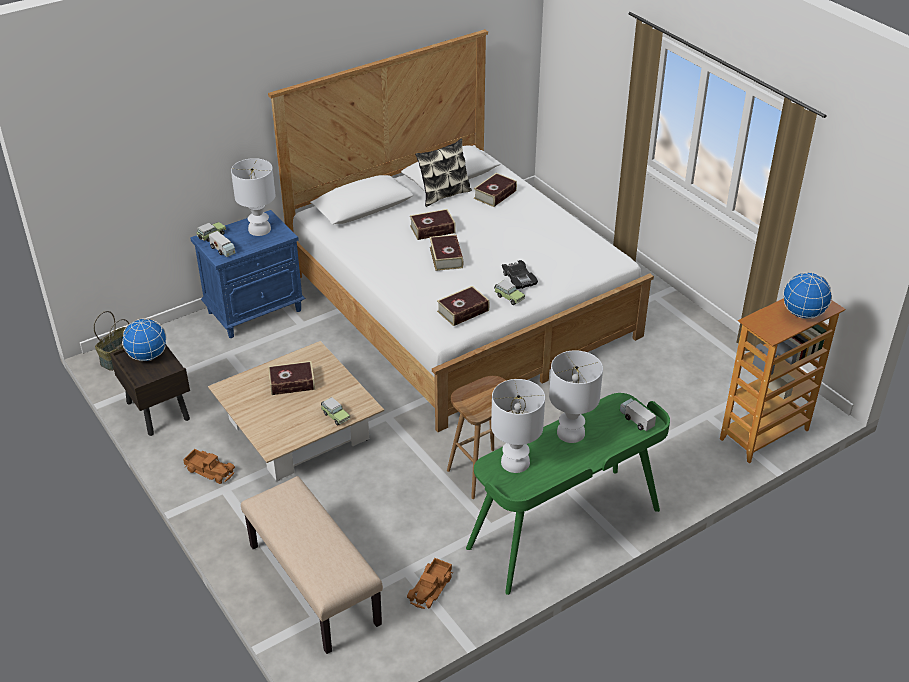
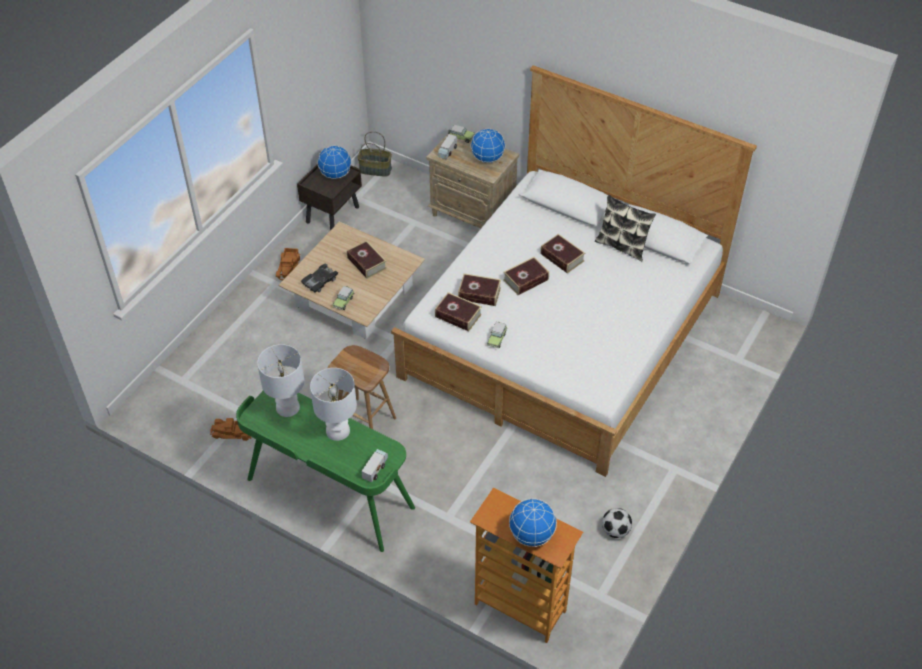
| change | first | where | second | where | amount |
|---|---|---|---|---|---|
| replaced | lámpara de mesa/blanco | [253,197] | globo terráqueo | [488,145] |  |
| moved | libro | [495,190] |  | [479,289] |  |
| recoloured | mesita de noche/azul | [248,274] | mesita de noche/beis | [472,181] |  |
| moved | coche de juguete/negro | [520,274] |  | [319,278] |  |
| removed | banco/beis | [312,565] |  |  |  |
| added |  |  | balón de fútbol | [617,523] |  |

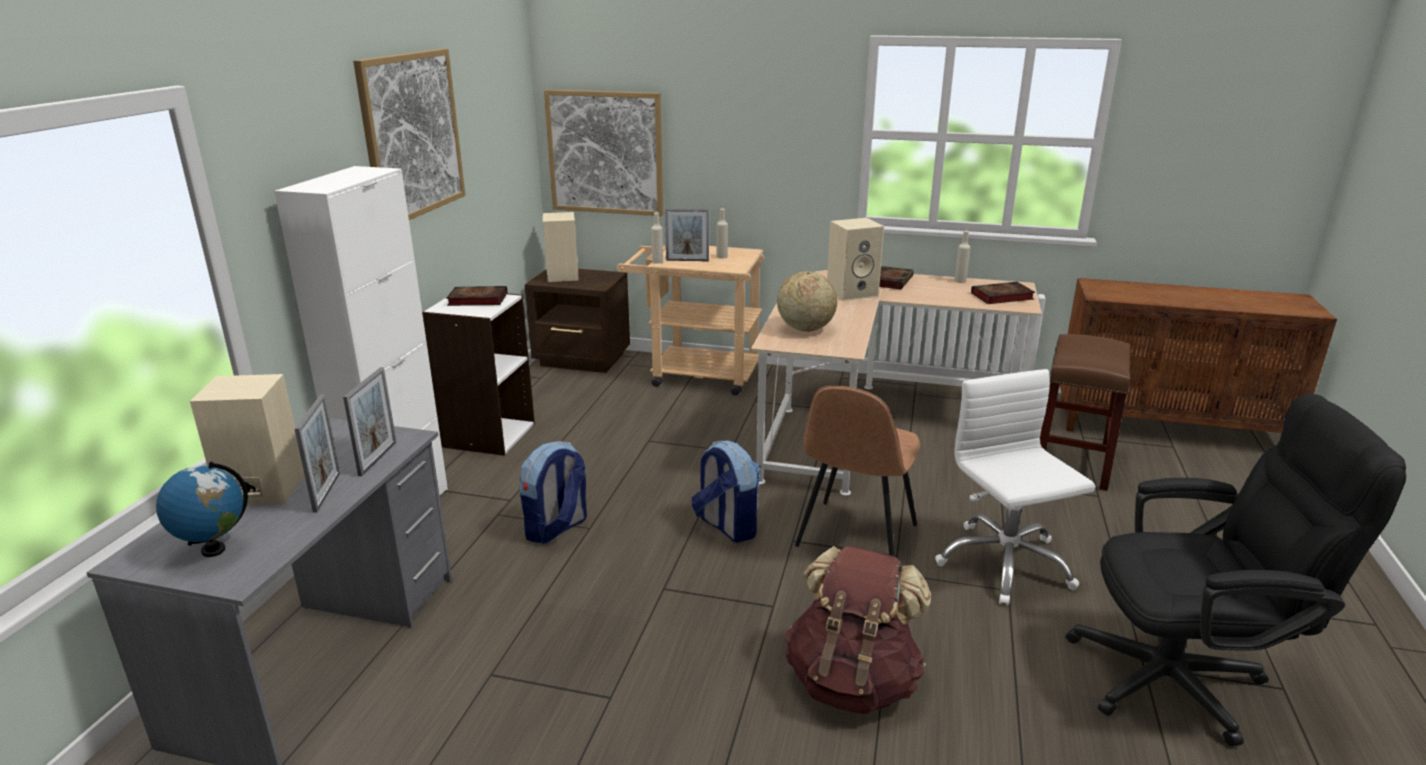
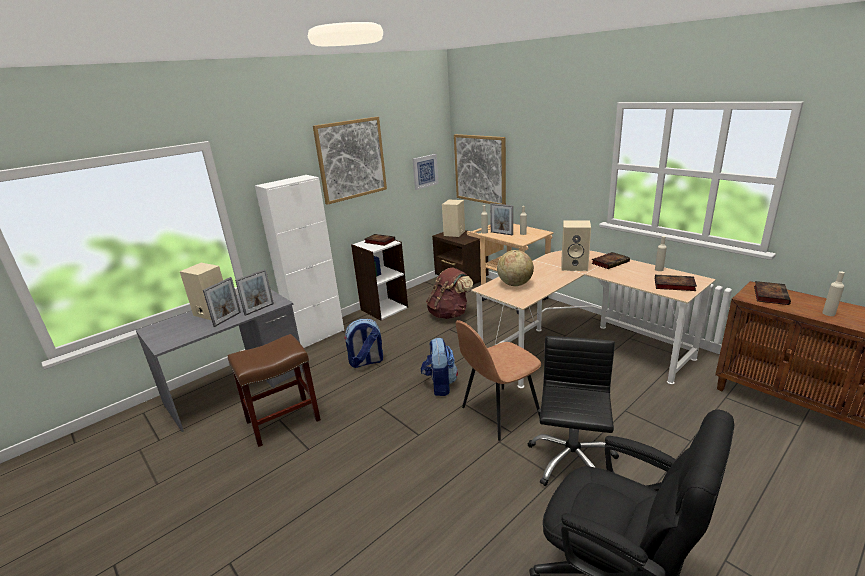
| change | first | where | second | where | amount |
|---|---|---|---|---|---|
| moved | taburete/marrón | [1085,412] |  | [274,390] |  |
| recoloured | silla de oficina/blanco | [1015,487] | silla de oficina/negro | [573,411] |  |
| removed | globo terráqueo | [202,509] |  |  |  |
| moved | mochila/marrón | [858,630] |  | [449,293] |  |
| added |  |  | cuadro | [425,172] |  |
| added |  |  | botella/beis | [833,293] |  |
| added |  |  | libro | [772,293] |  |

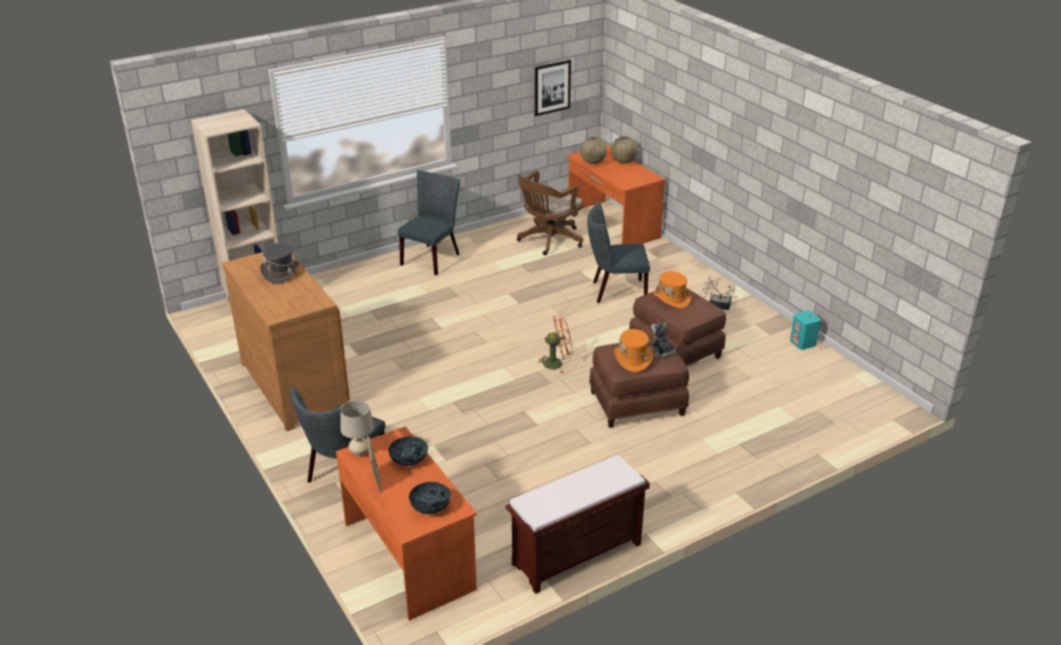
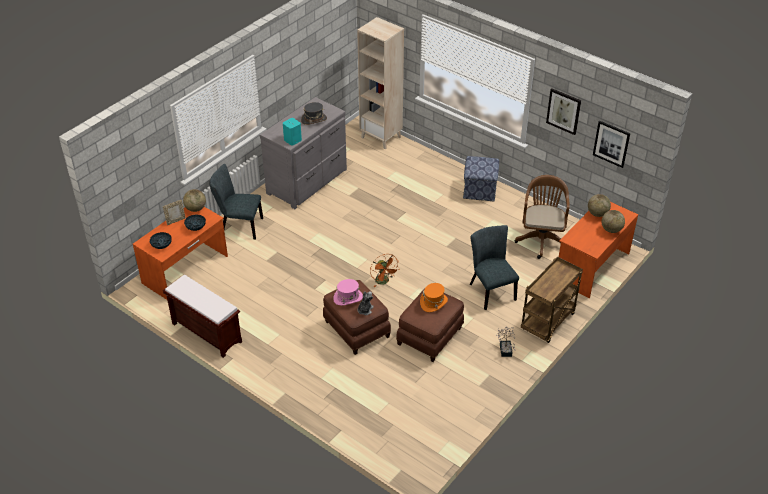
| change | first | where | second | where | amount |
|---|---|---|---|---|---|
| replaced | silla/gris | [429,223] | puf | [481,178] |  |
| turned | silla de oficina/marrón | [550,213] |  | [542,217] | 75 degrees clockwise |
| recoloured | cómoda/marrón | [286,341] | cómoda/gris | [303,153] |  |
| moved | altavoz/turquesa | [805,330] |  | [292,131] |  |
| recoloured | sombrero/naranja | [633,350] | sombrero/rosa | [348,292] |  |
| replaced | lámpara de mesa/beis | [357,428] | globo terráqueo | [194,200] |  |
| added |  |  | cuadro | [563,111] |  |
| added |  |  | carrito/marrón | [552,300] |  |

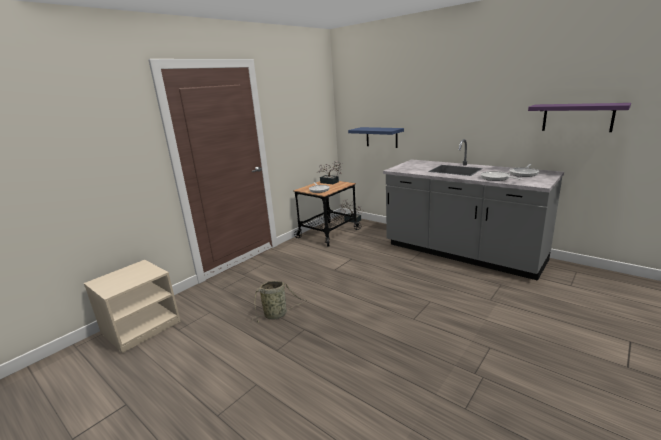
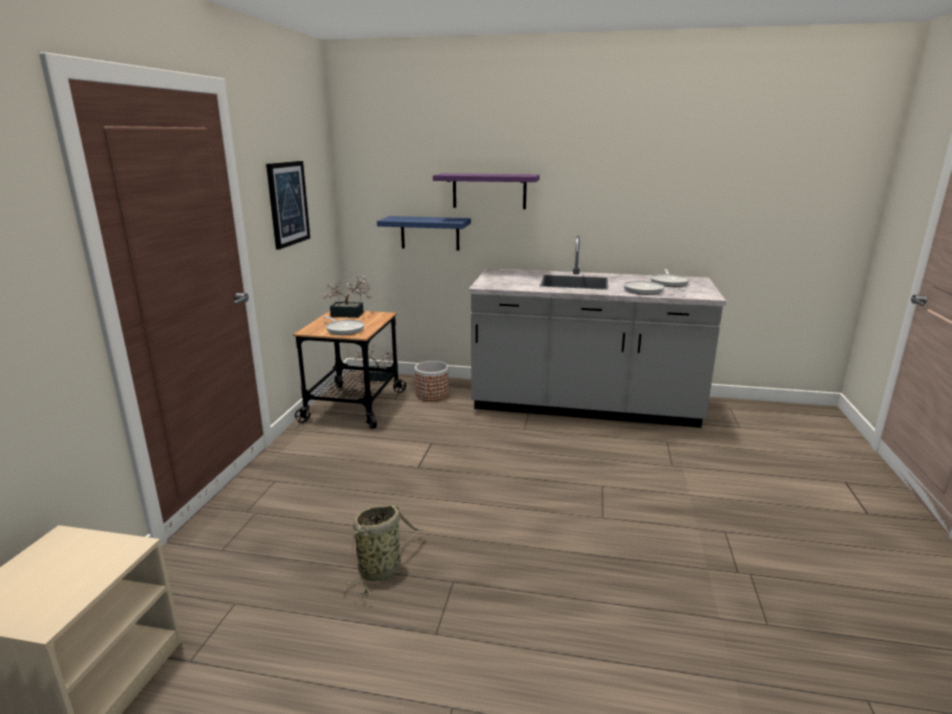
| change | first | where | second | where | amount |
|---|---|---|---|---|---|
| moved | estante/morado | [579,117] |  | [486,191] |  |
| added |  |  | cuadro | [288,205] |  |
| added |  |  | maceta | [432,381] |  |

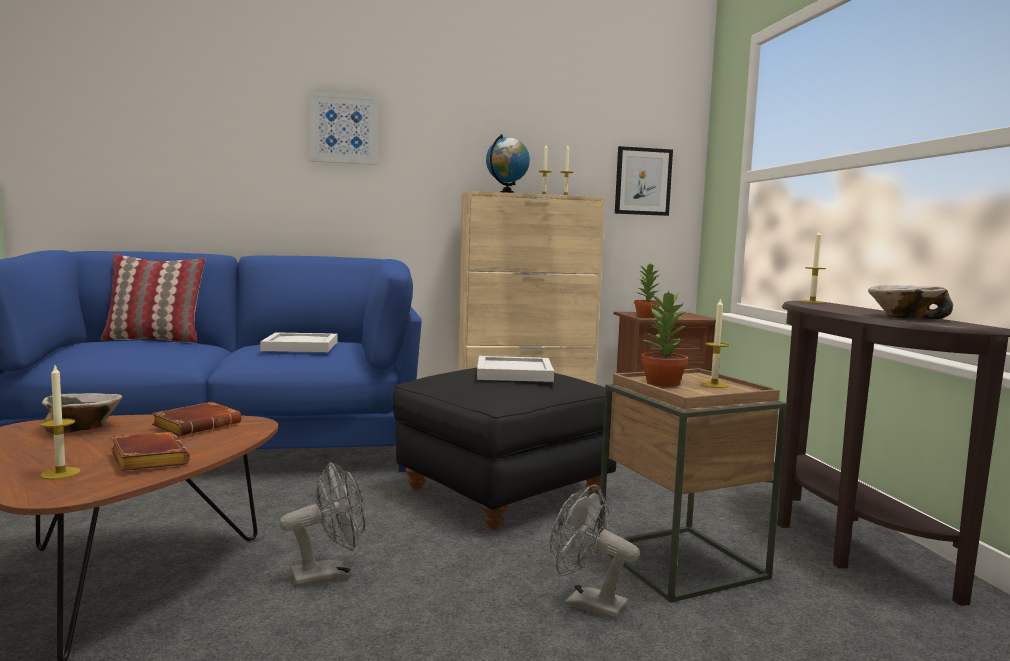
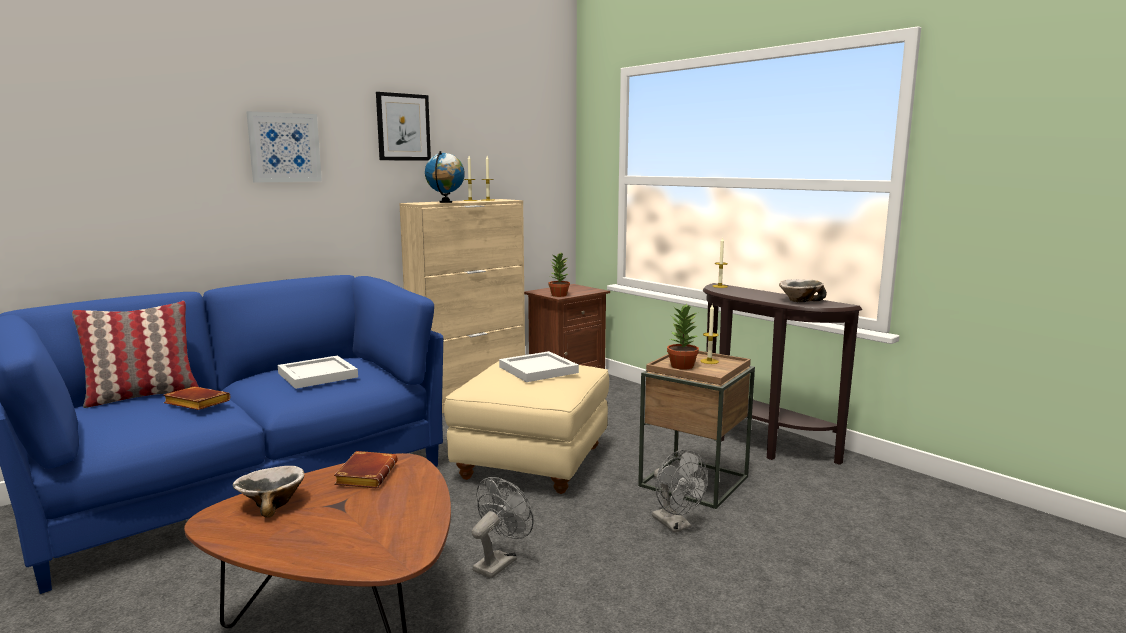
| change | first | where | second | where | amount |
|---|---|---|---|---|---|
| moved | cuadro | [644,181] |  | [403,126] |  |
| removed | vela | [60,423] |  |  |  |
| recoloured | puf/negro | [504,448] | puf/beis | [526,427] |  |
| moved | libro/marrón | [150,451] |  | [196,398] |  |
| turned | ventilador/gris | [594,552] |  | [680,491] | 120 degrees counterclockwise |

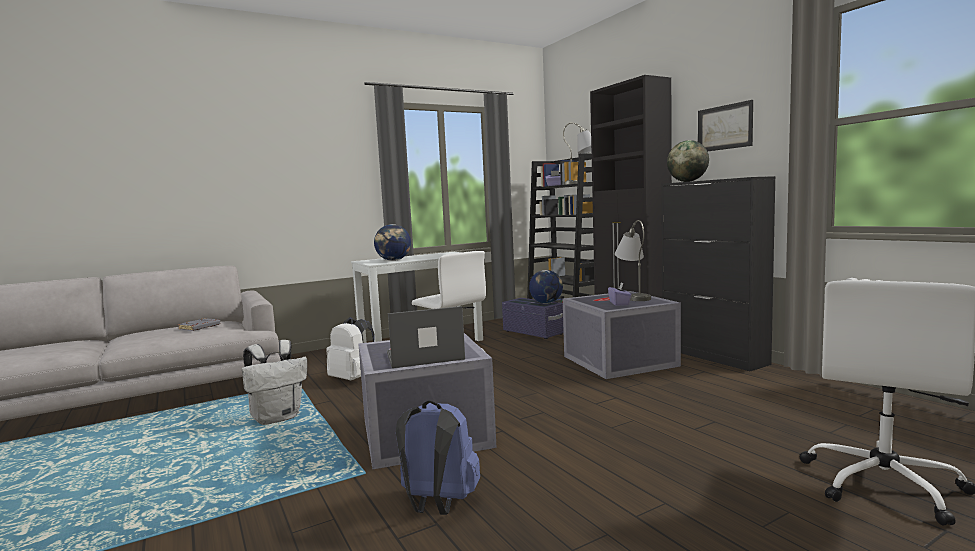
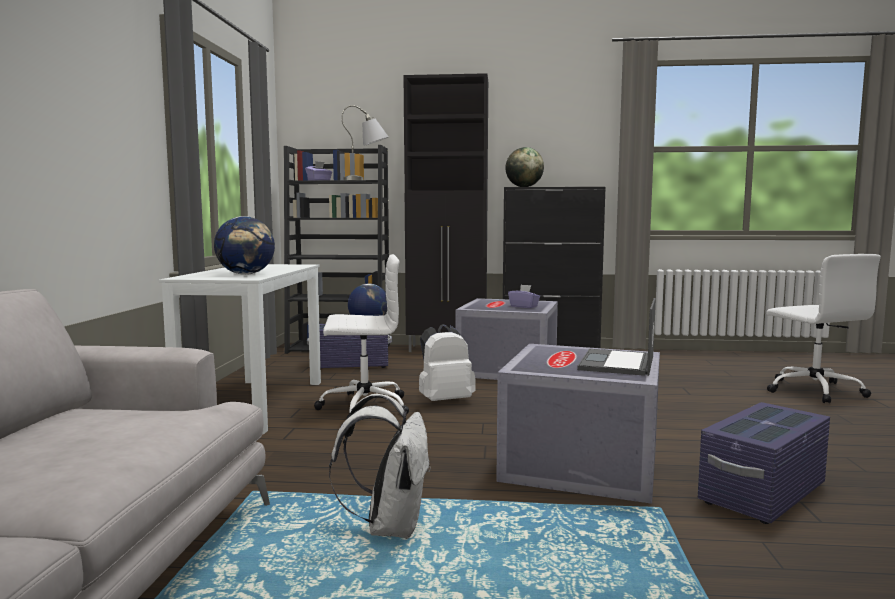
| change | first | where | second | where | amount |
|---|---|---|---|---|---|
| removed | cuadro | [725,126] |  |  |  |
| removed | lámpara de mesa/gris | [633,260] |  |  |  |
| moved | mochila/blanco | [350,348] |  | [447,362] |  |
| removed | libro/gris | [199,324] |  |  |  |
| replaced | mochila/azul | [438,457] | caja de almacenaje/morado | [764,463] |  |

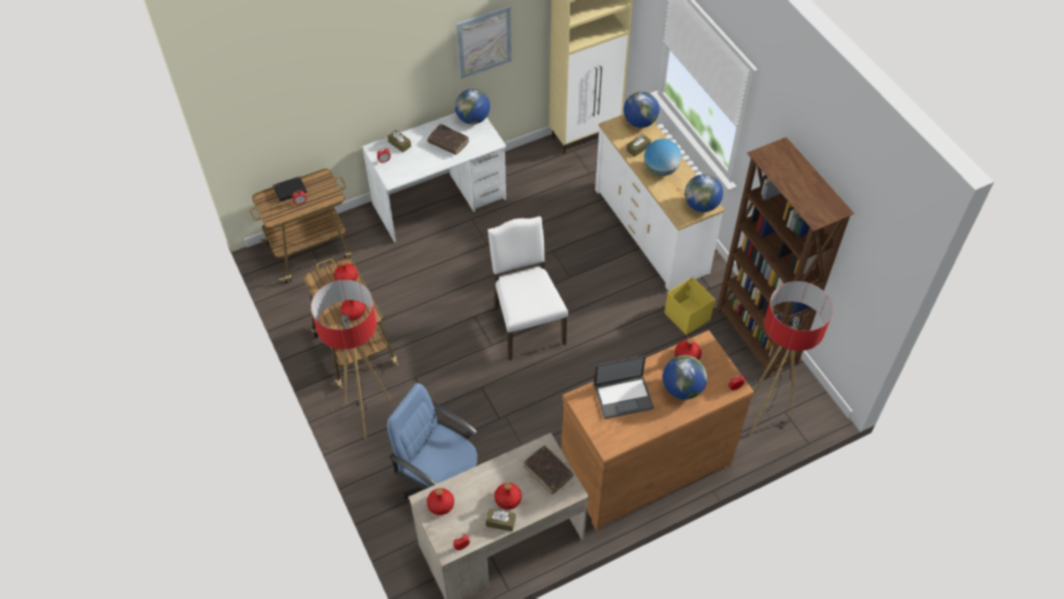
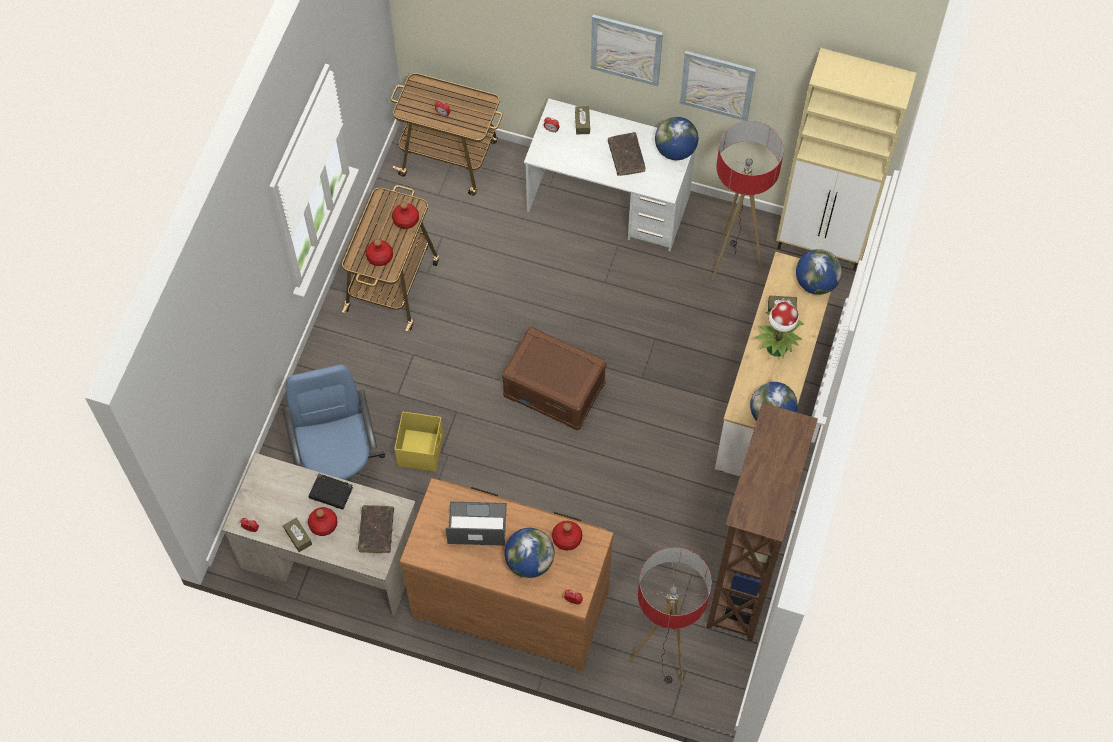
| change | first | where | second | where | amount |
|---|---|---|---|---|---|
| replaced | globo terráqueo | [662,157] | planta en maceta | [780,330] |  |
| moved | libro/negro | [290,188] |  | [331,492] |  |
| replaced | silla/blanco | [528,288] | caja de almacenaje/marrón | [554,378] |  |
| moved | caja de almacenaje/amarillo | [689,306] |  | [419,442] |  |
| moved | lámpara de pie | [351,359] |  | [748,200] |  |
| turned | portátil | [624,387] |  | [476,523] | 150 degrees clockwise |
| removed | botella/rojo | [440,501] |  |  |  |
| added |  |  | cuadro | [627,51] |  |

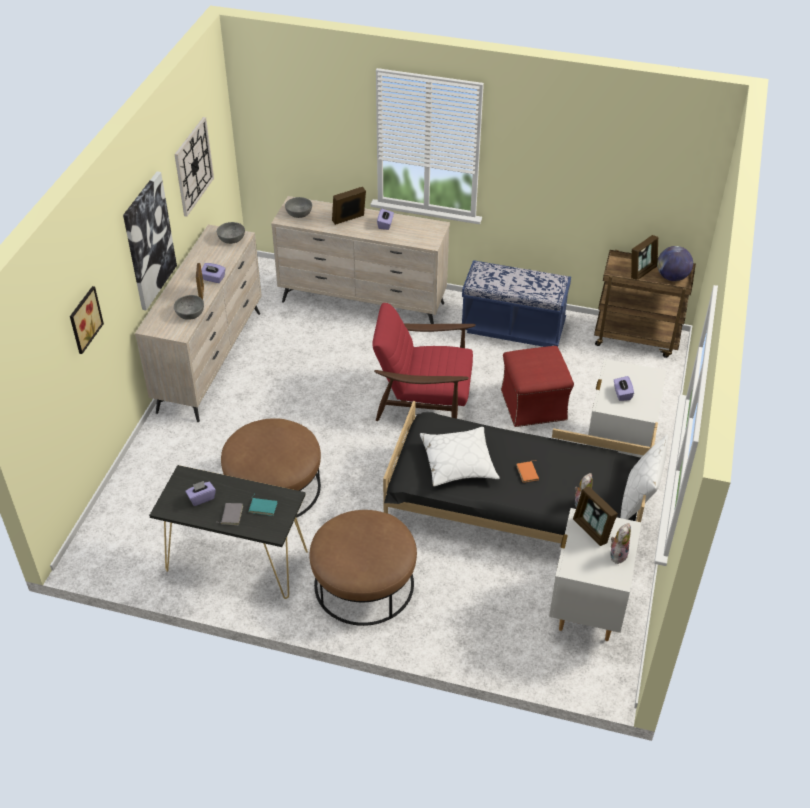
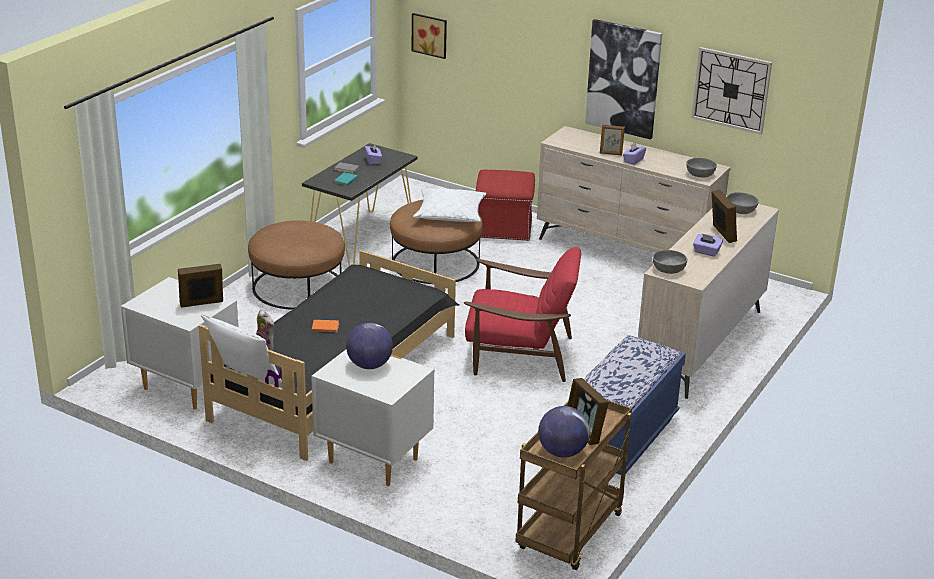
| change | first | where | second | where | amount |
|---|---|---|---|---|---|
| moved | cuadro | [87,320] |  | [429,36] |  |
| moved | cuenco/gris | [189,307] |  | [670,262] |  |
| turned | sillón/rojo | [424,362] |  | [522,314] | 75 degrees clockwise |
| moved | puf/rojo | [537,386] |  | [505,205] |  |
| replaced | caja de pañuelos/morado | [624,388] | globo terráqueo | [369,346] |  |
| moved | cojín/blanco | [460,456] |  | [449,205] |  |
| removed | peluche | [620,543] |  |  |  |

